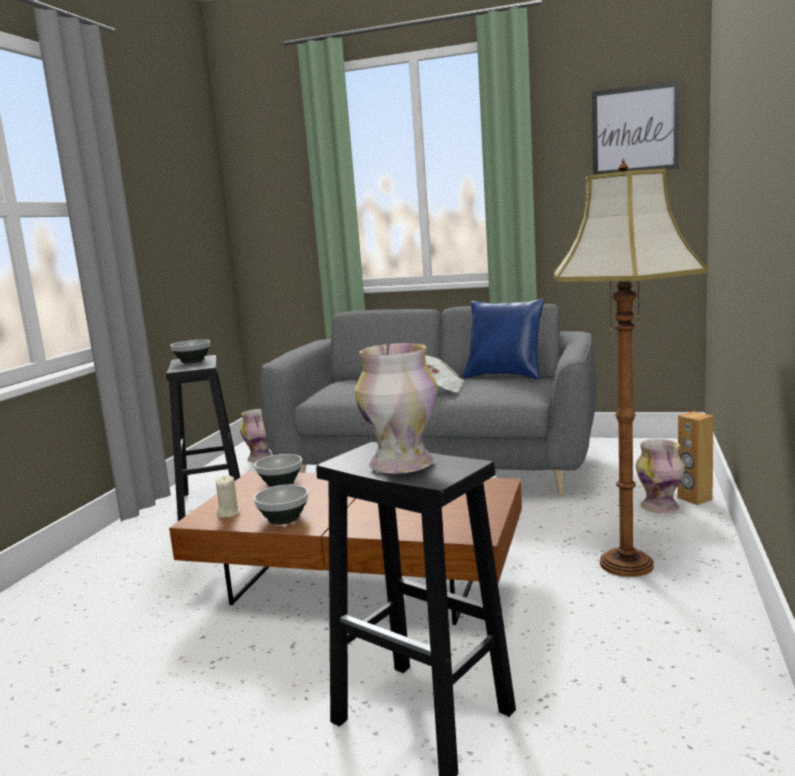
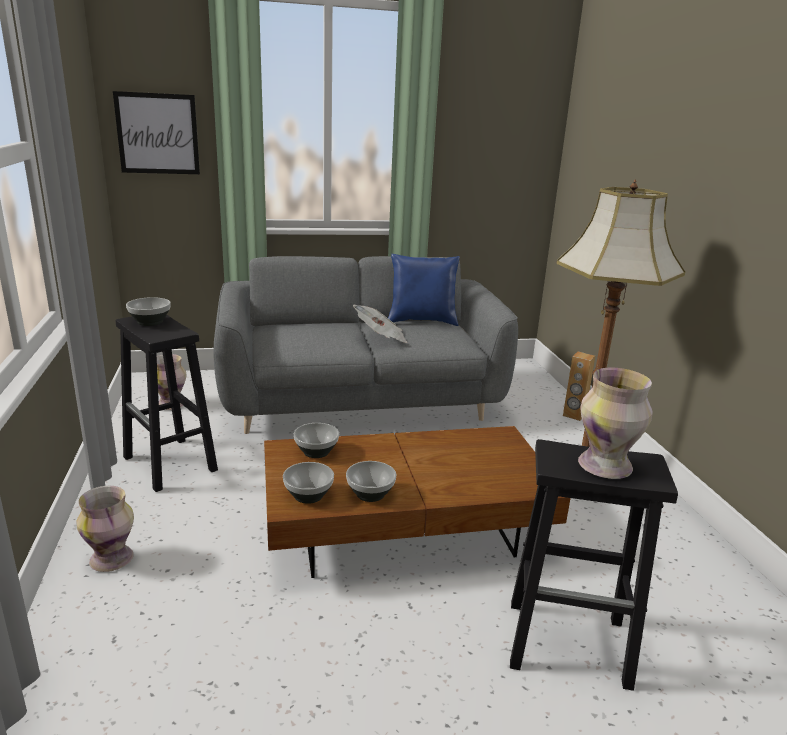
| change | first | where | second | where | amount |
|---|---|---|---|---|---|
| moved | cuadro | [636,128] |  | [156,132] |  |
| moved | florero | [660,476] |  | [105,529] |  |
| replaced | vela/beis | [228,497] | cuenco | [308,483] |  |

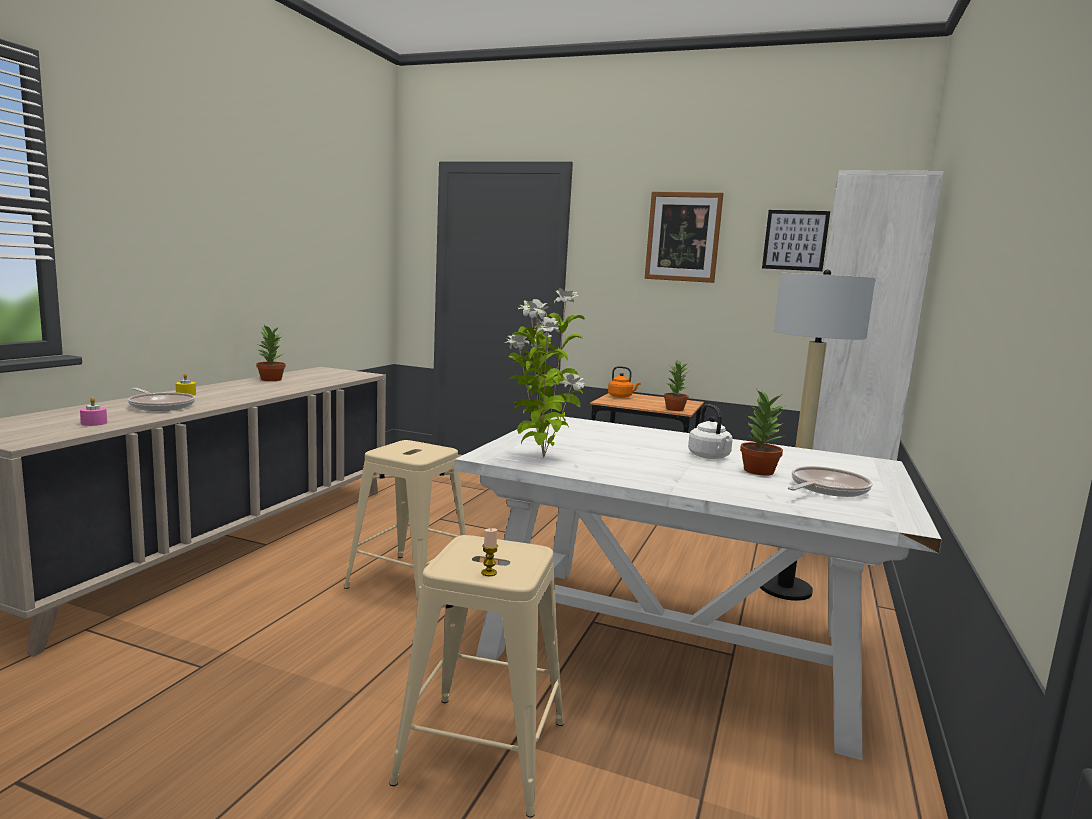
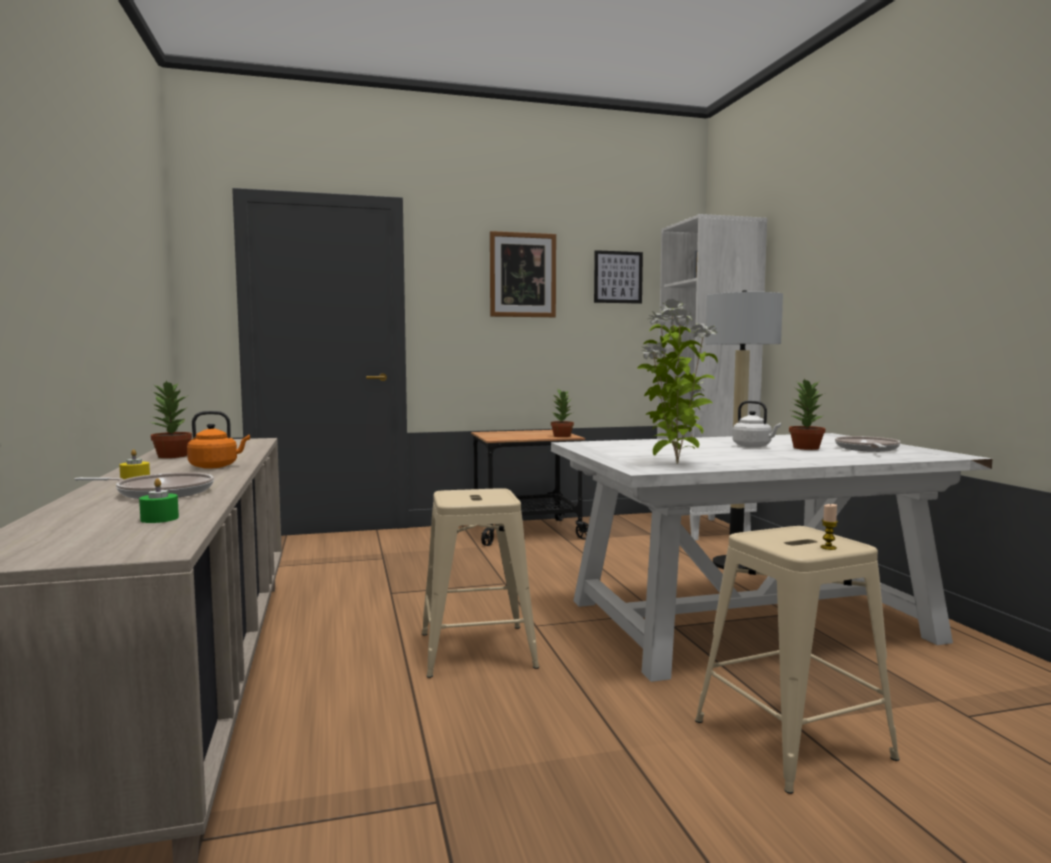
| change | first | where | second | where | amount |
|---|---|---|---|---|---|
| moved | hervidor/naranja | [624,382] |  | [218,440] |  |
| recoloured | vela/rosa | [93,411] | vela/verde | [159,500] |  |

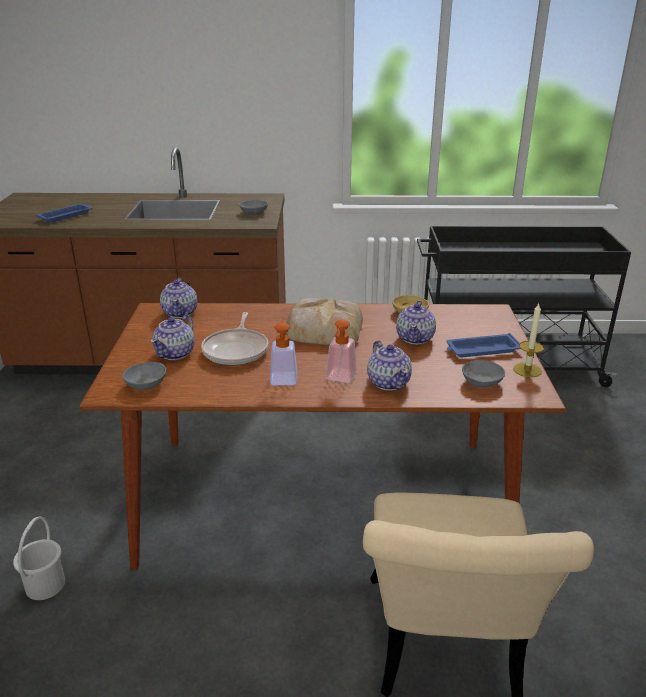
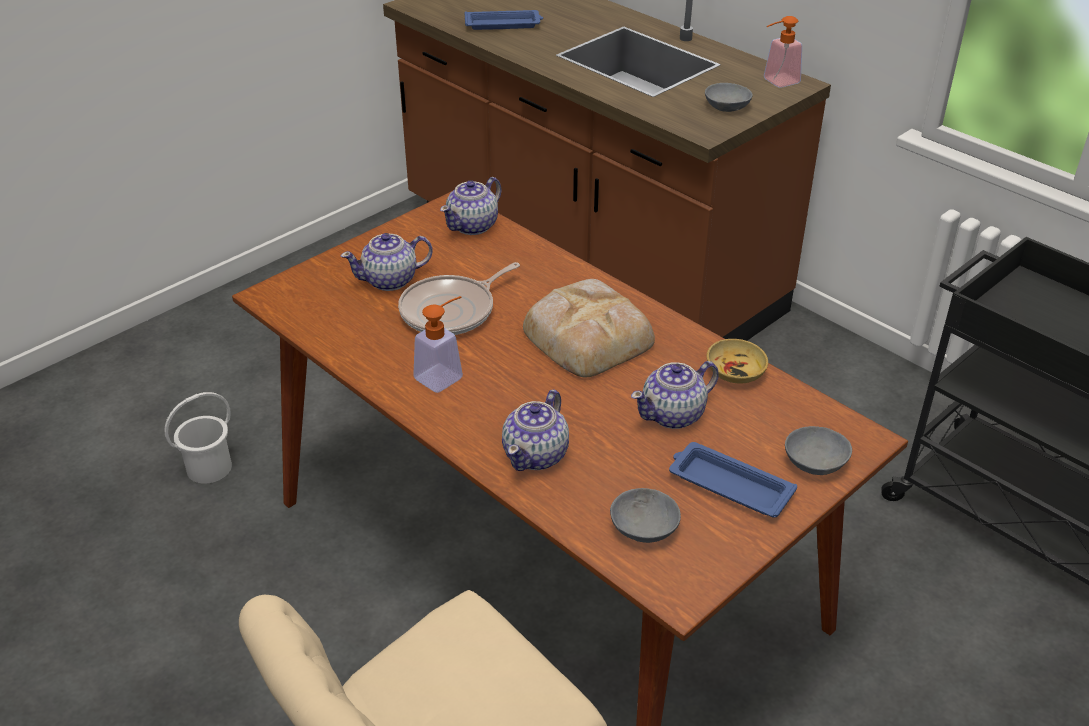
| change | first | where | second | where | amount |
|---|---|---|---|---|---|
| removed | vela | [528,340] |  |  |  |
| moved | dispensador de jabón | [341,351] |  | [783,52] |  |
| moved | cuenco/gris | [144,376] |  | [818,450] |  |

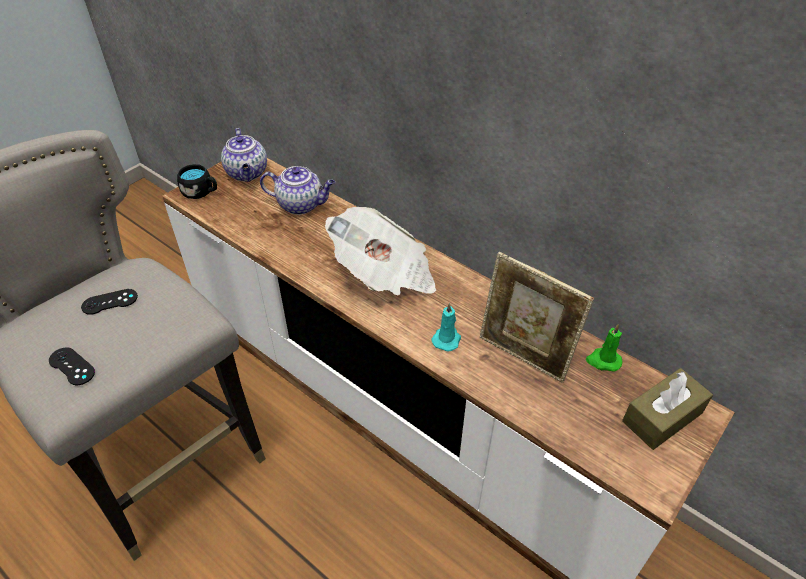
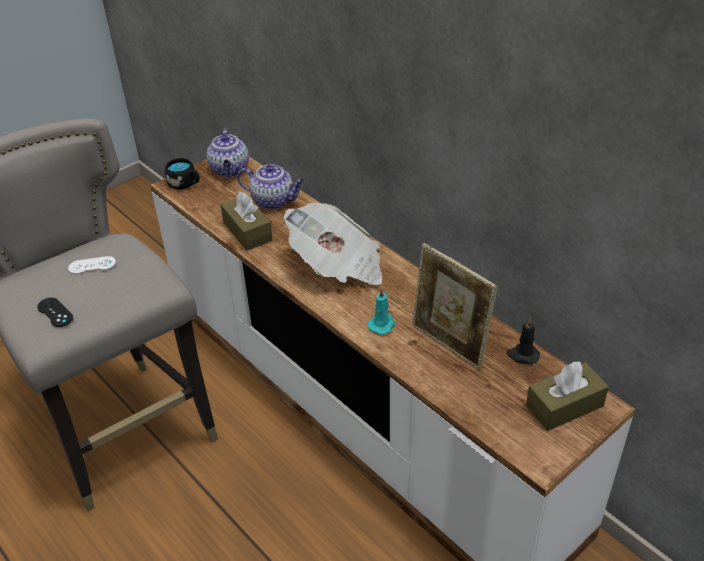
| change | first | where | second | where | amount |
|---|---|---|---|---|---|
| recoloured | mando de consola/negro | [109,302] | mando de consola/blanco | [92,265] |  |
| recoloured | vela/verde | [604,348] | vela/negro | [523,341] |  |
| added |  |  | caja de pañuelos/marrón | [247,221] |  |

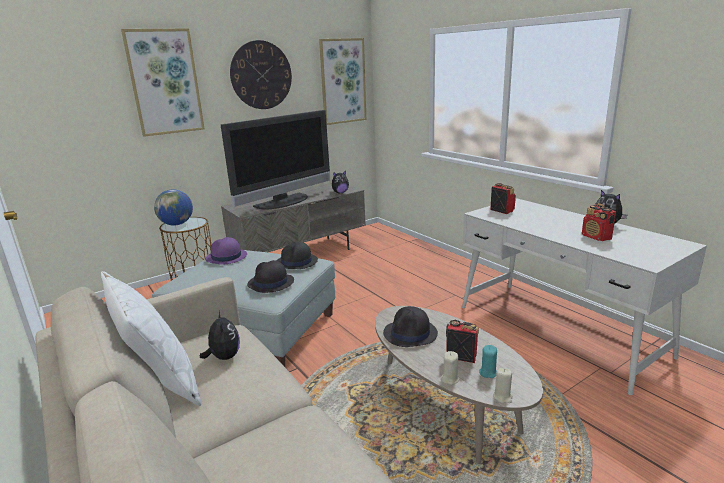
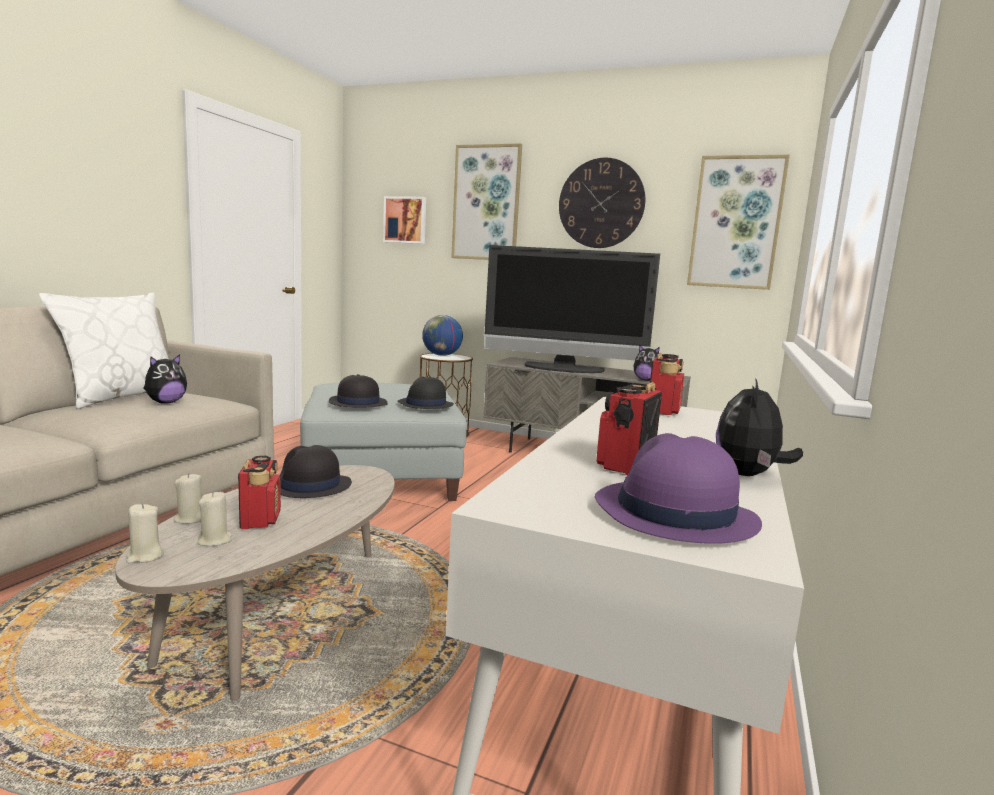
| change | first | where | second | where | amount |
|---|---|---|---|---|---|
| moved | sombrero/morado | [226,251] |  | [678,488] |  |
| recoloured | vela/turquesa | [488,361] | vela/beis | [214,518] |  |
| added |  |  | cuadro | [404,220] |  |

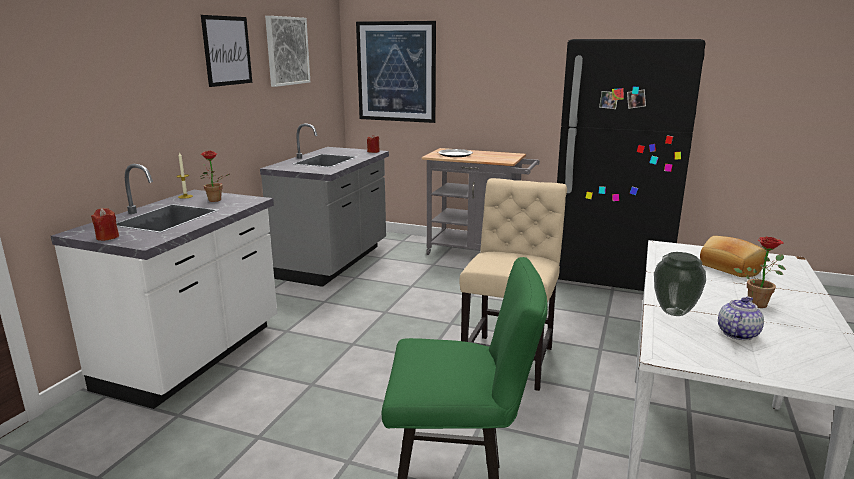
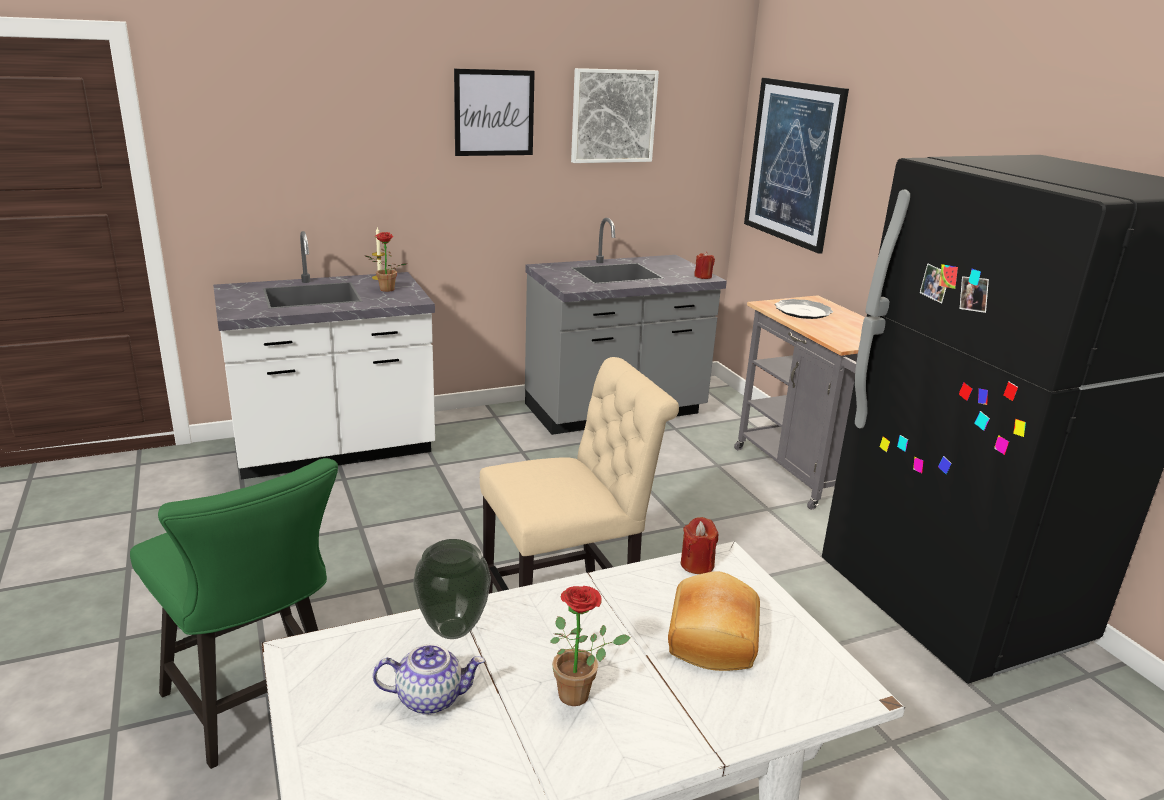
| change | first | where | second | where | amount |
|---|---|---|---|---|---|
| moved | vela/rojo | [105,224] |  | [699,545] |  |

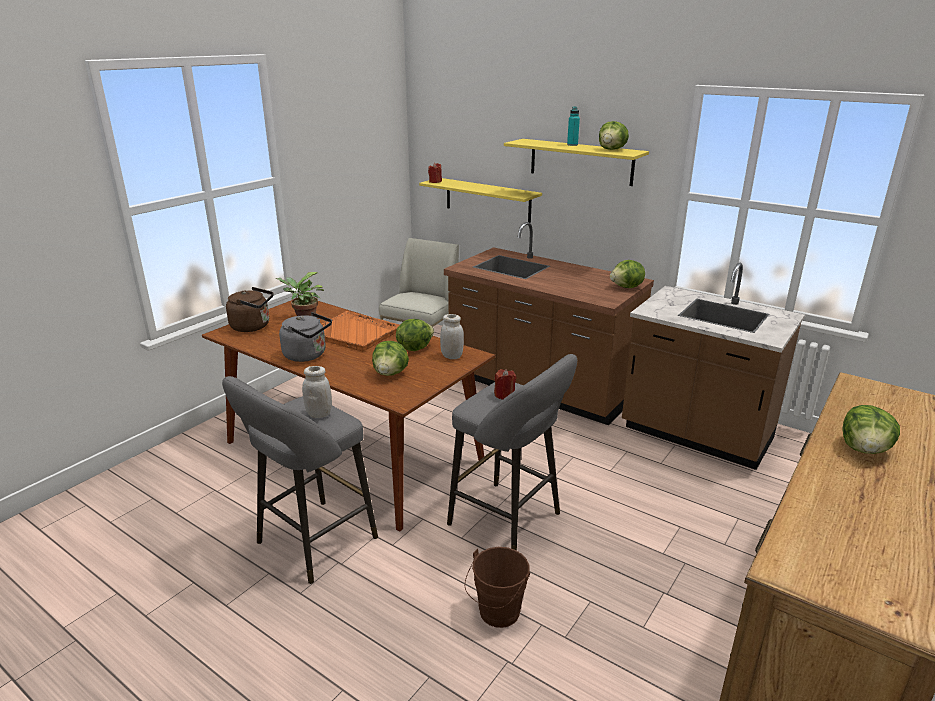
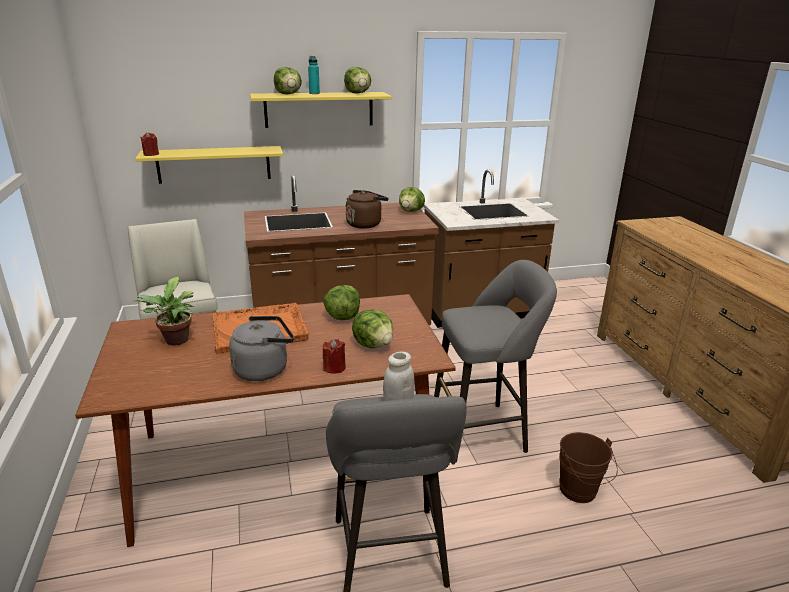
| change | first | where | second | where | amount |
|---|---|---|---|---|---|
| moved | hervidor/marrón | [250,309] |  | [367,209] |  |
| removed | tarro/blanco | [452,336] |  |  |  |
| moved | vela/rojo | [505,384] |  | [334,356] |  |
| moved | lechuga | [871,429] |  | [288,81] |  |

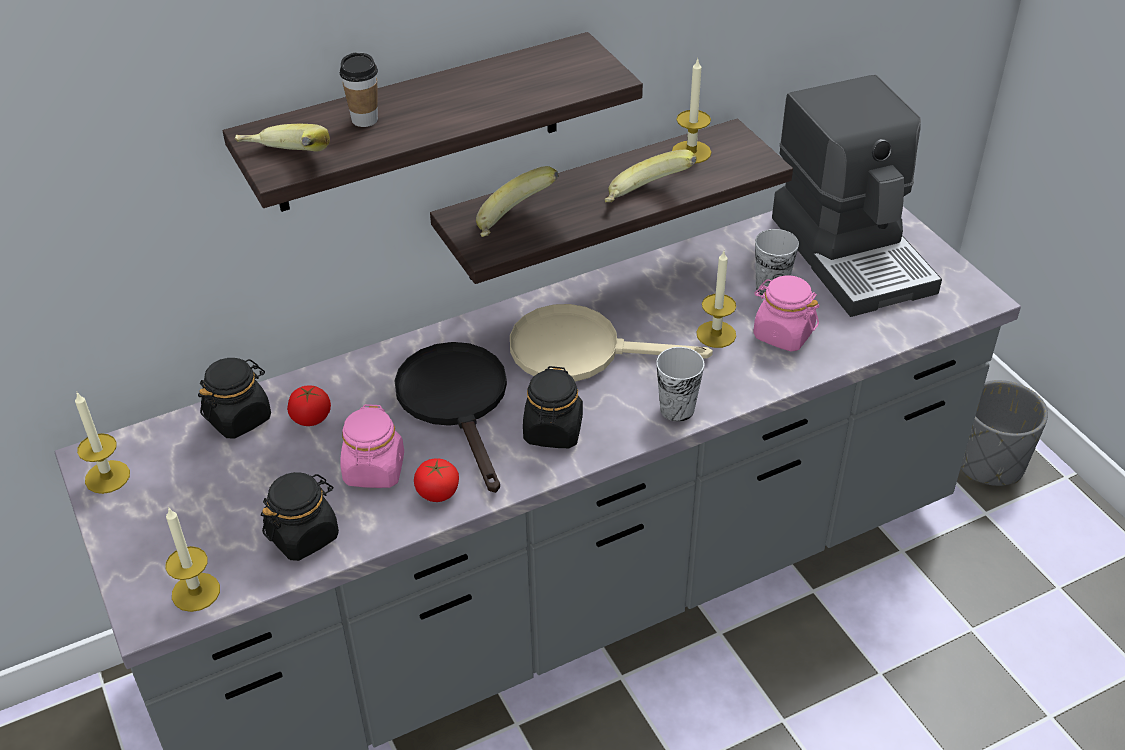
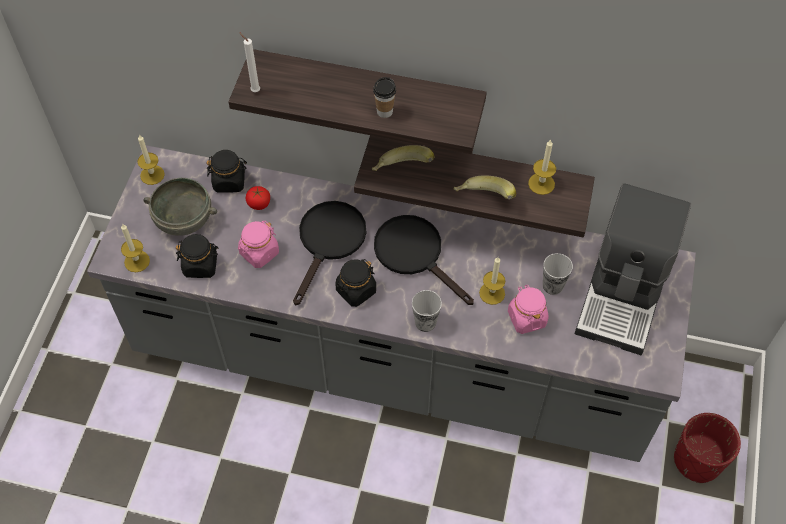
| change | first | where | second | where | amount |
|---|---|---|---|---|---|
| moved | taza | [359,89] |  | [384,97] |  |
| replaced | plátano | [282,137] | vela/blanco | [249,62] |  |
| recoloured | sartén/beis | [611,343] | sartén/negro | [424,260] |  |
| recoloured | maceta/gris | [1004,433] | maceta/rojo | [707,448] |  |
| removed | tomate | [436,480] |  |  |  |
| added |  |  | cuenco/gris | [180,207] |  |

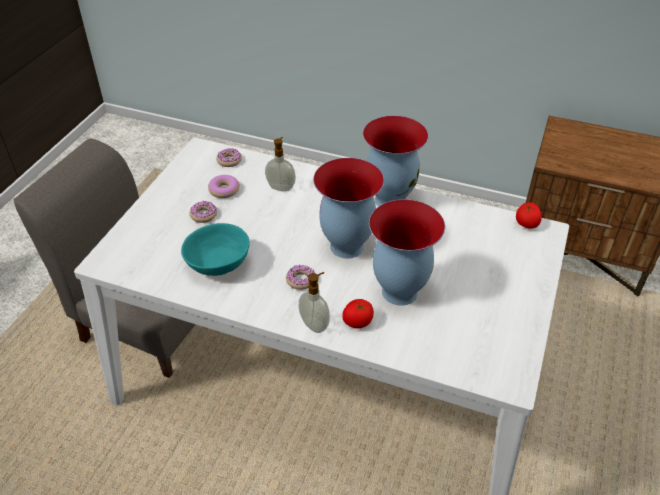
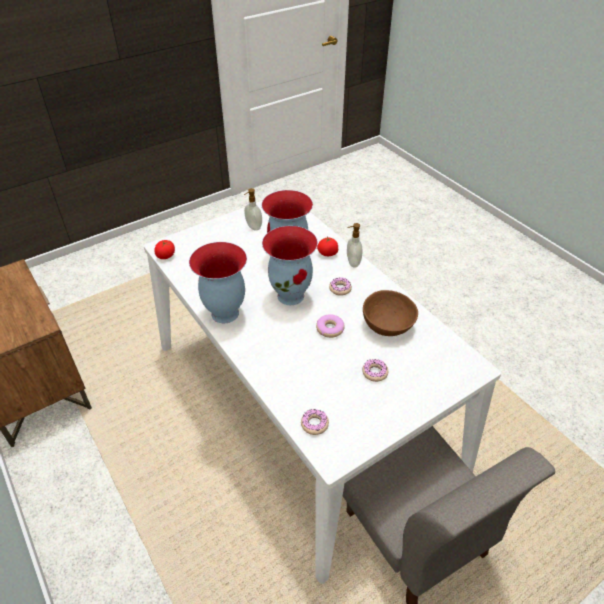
| change | first | where | second | where | amount |
|---|---|---|---|---|---|
| moved | dispensador de jabón | [280,164] |  | [253,209] |  |
| moved | rosquilla | [224,186] |  | [330,326] |  |
| recoloured | cuenco/turquesa | [215,249] | cuenco/marrón | [390,313] |  |

